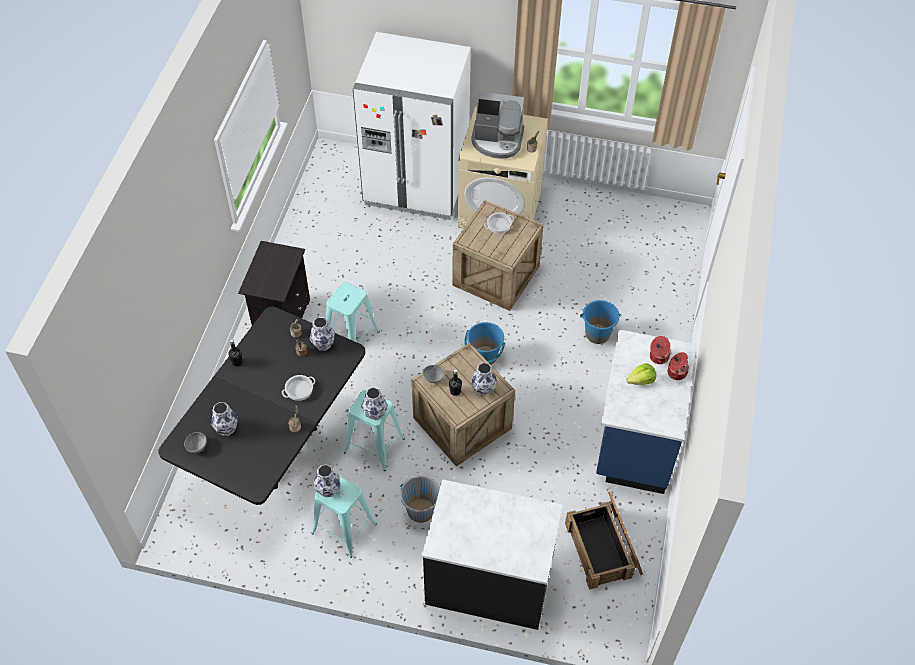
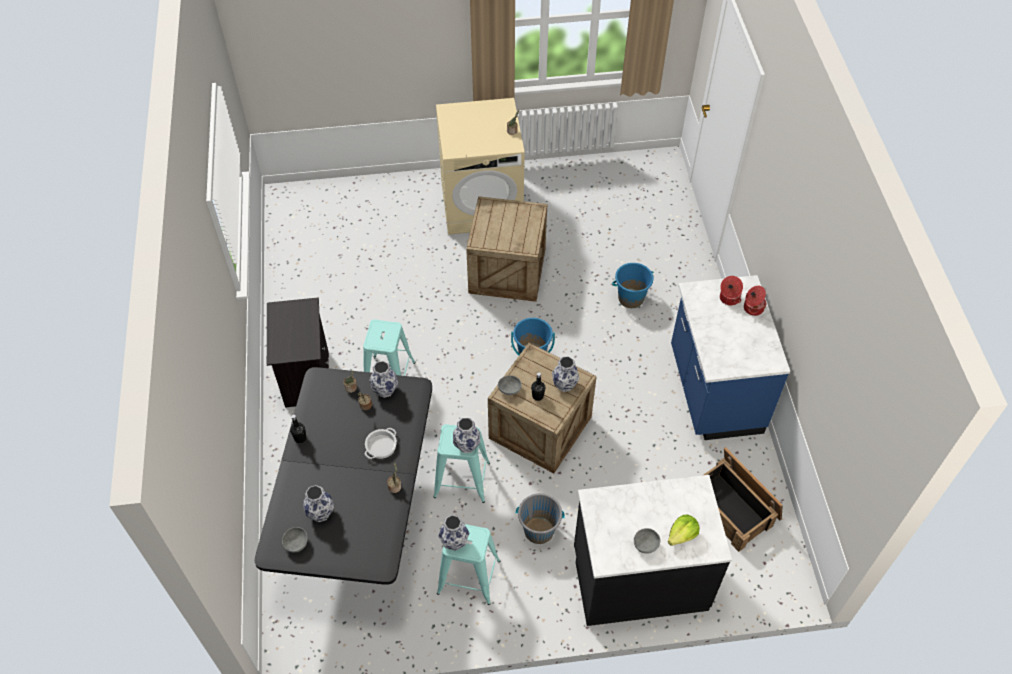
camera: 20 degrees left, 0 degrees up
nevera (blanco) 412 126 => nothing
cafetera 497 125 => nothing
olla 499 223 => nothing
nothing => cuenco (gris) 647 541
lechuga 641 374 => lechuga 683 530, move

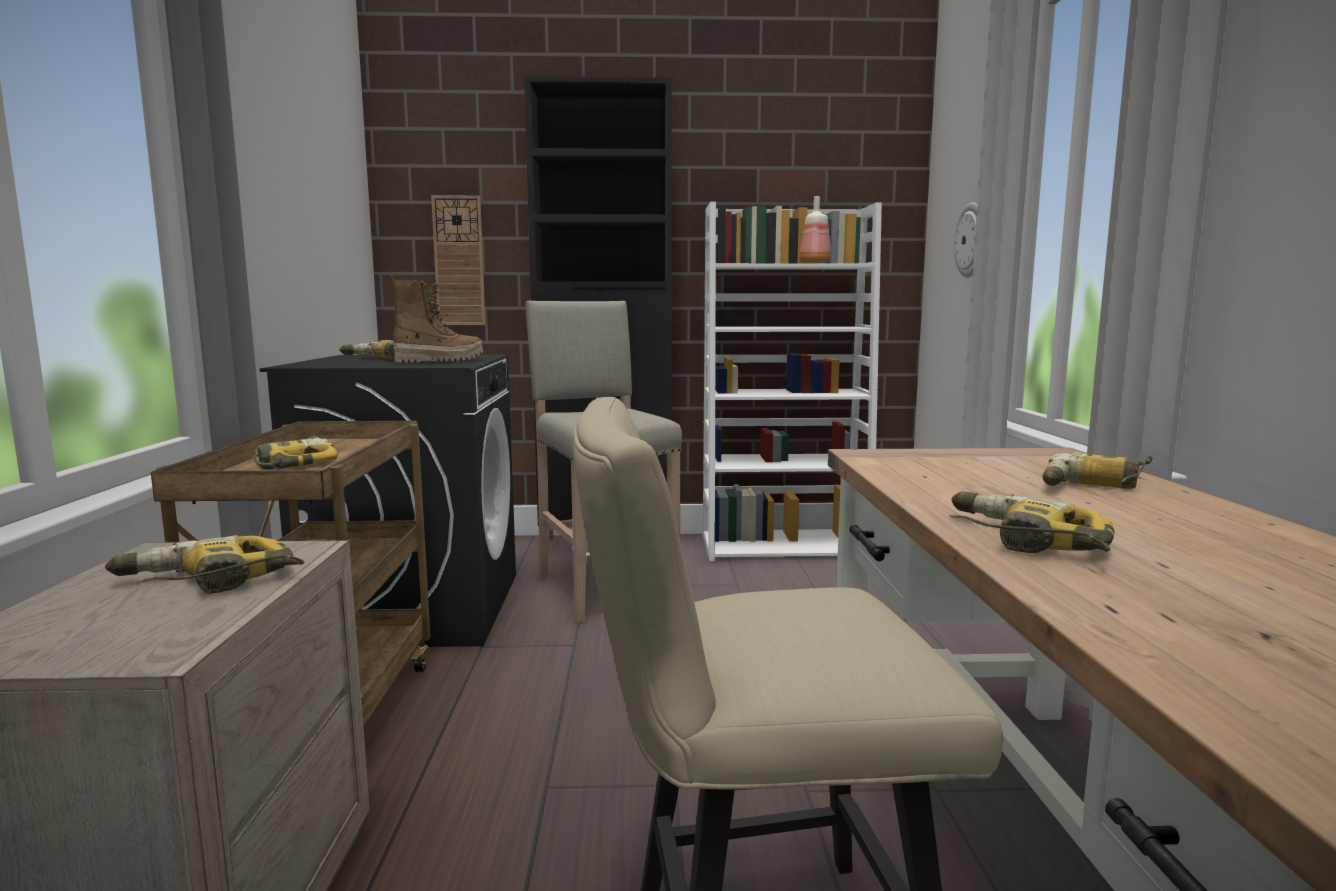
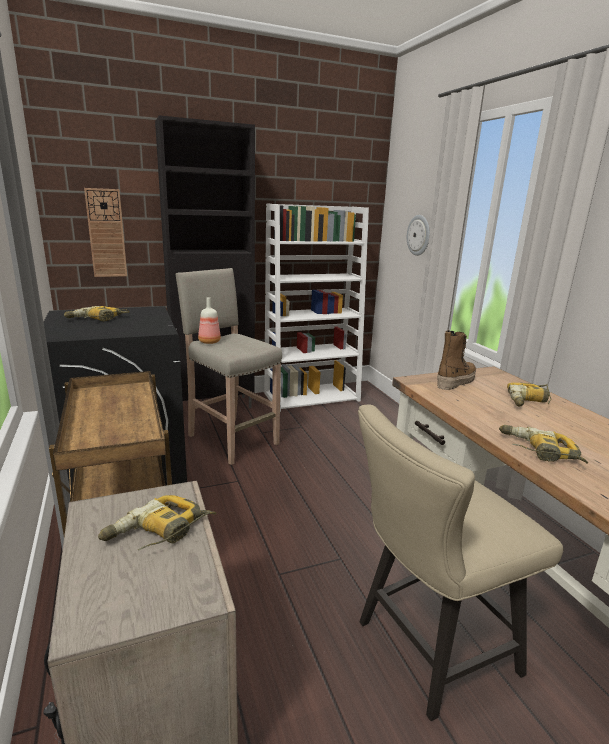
camera: 20 degrees left, 10 degrees up
taladro 296 453 => nothing
bota 437 318 => bota 456 360, move
botella 815 229 => botella 209 320, move

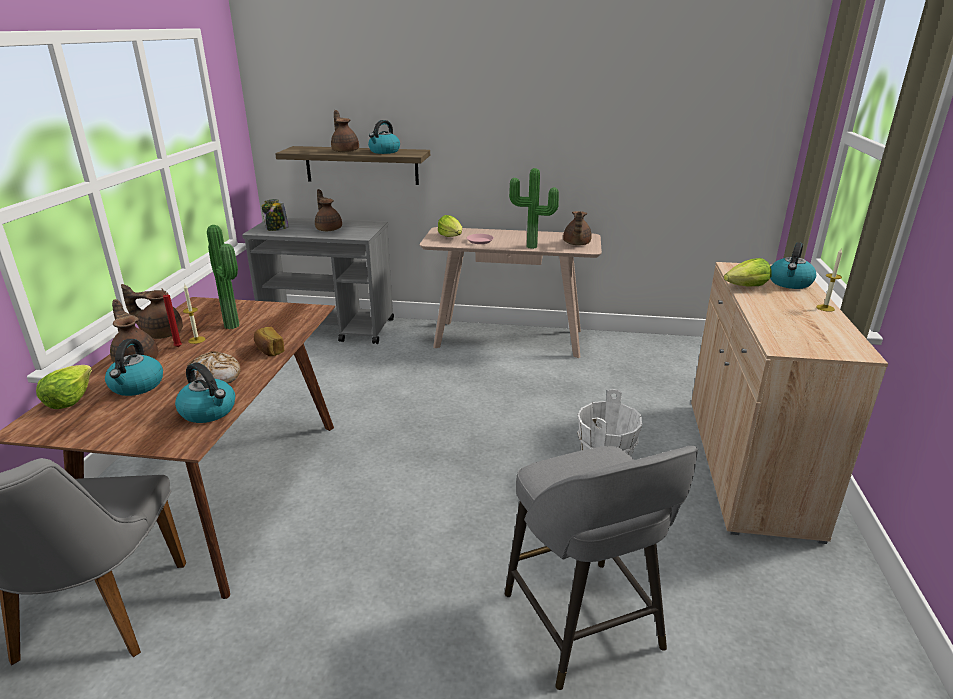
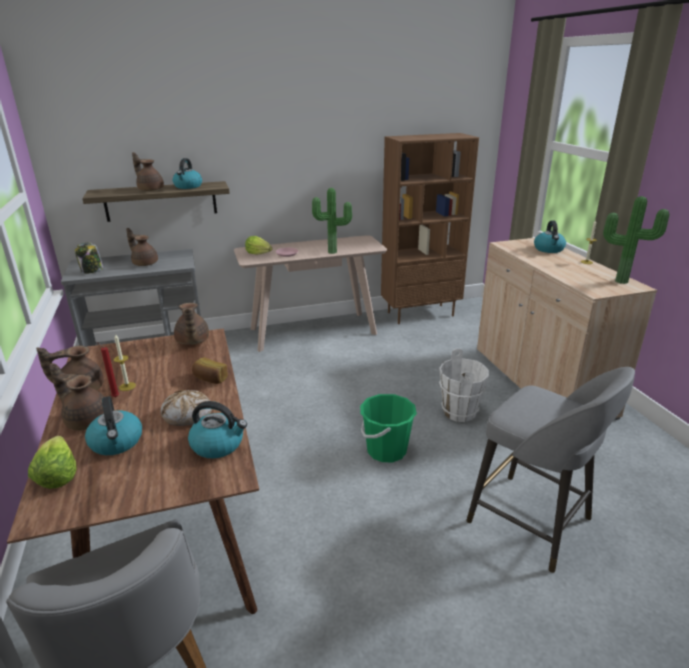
camera: 25 degrees left, 0 degrees up
lechuga 748 272 => nothing
nothing => cubo (verde) 388 428
nothing => estantería (marrón) 430 228
planta en maceta 223 277 => planta en maceta 636 240, move
tetera (marrón) 577 228 => tetera (marrón) 191 324, move

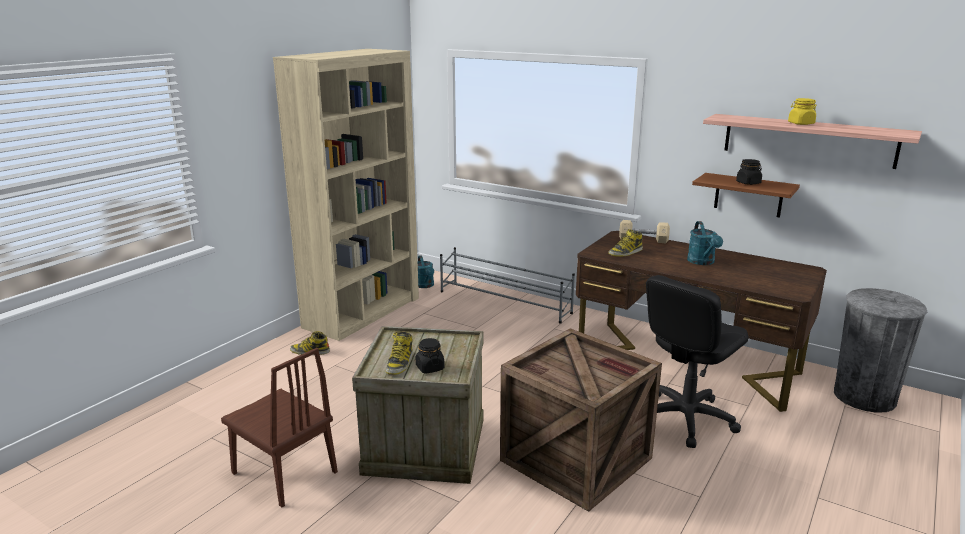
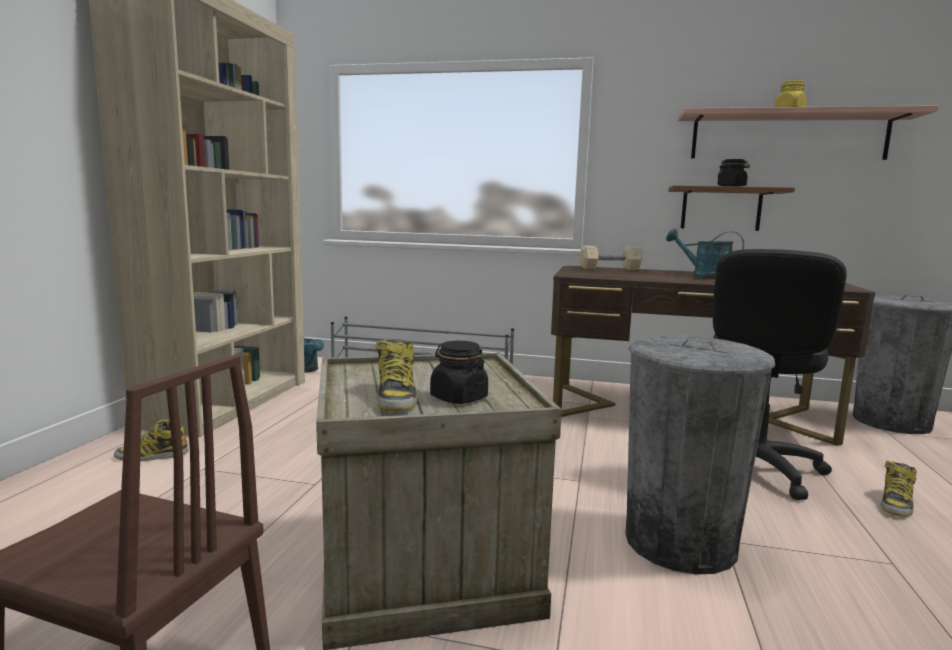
camera: 20 degrees left, 10 degrees down
bota 625 243 => bota 898 489, move
caja de embalaje 581 420 => papelera (gris) 700 454
regadera (turquesa) 705 243 => regadera (turquesa) 705 254, 150 degrees clockwise

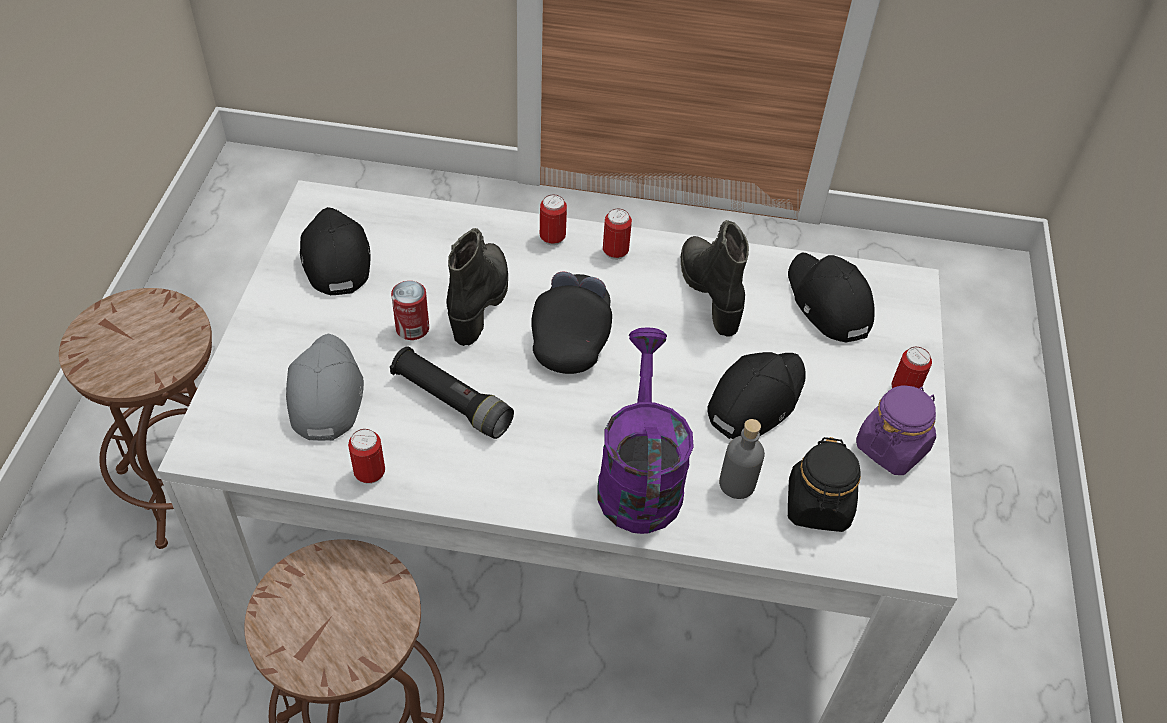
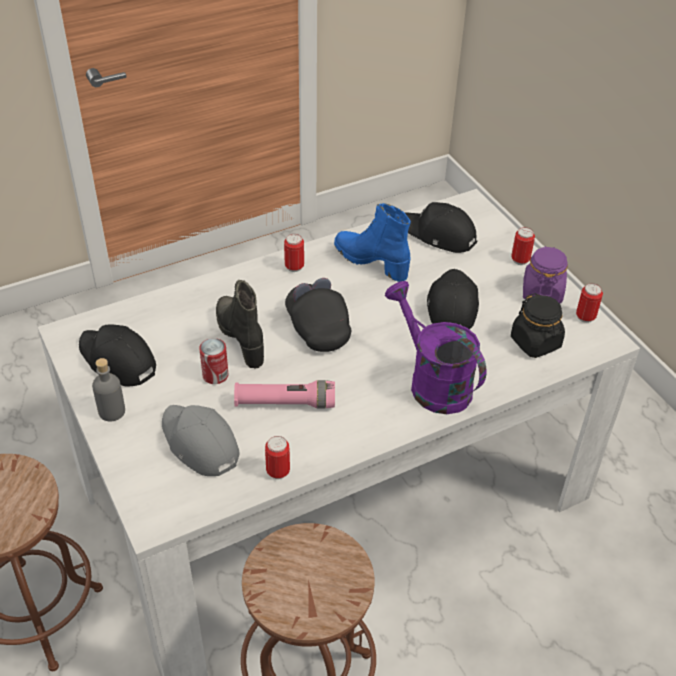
camera: 35 degrees left, 5 degrees down
lata 553 220 => lata 589 303, move
botella (gris) 742 459 => botella (gris) 108 390, move
linterna (negro) 452 392 => linterna (rosa) 284 394
bota (negro) 715 278 => bota (azul) 372 242

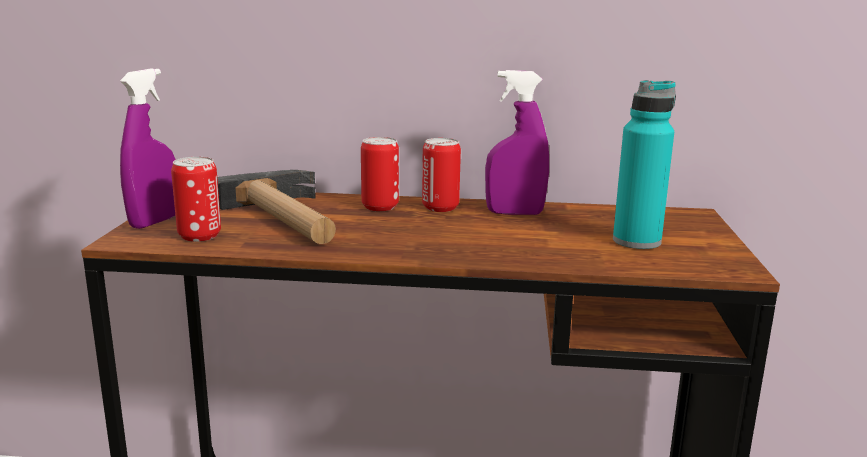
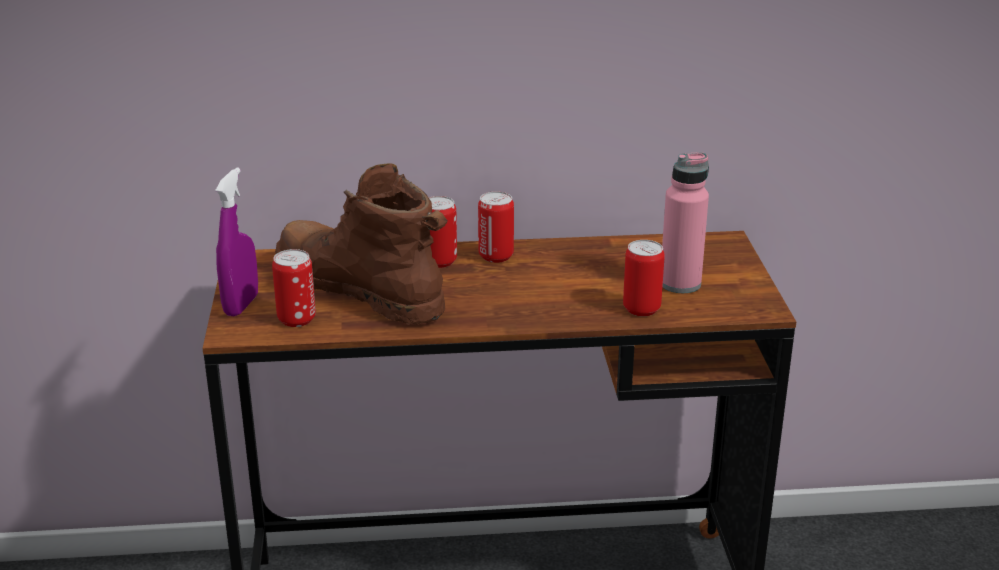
camera: 10 degrees left, 10 degrees up
pulverizador (morado) 517 142 => nothing
nothing => lata 644 278
martillo 276 207 => bota (marrón) 361 244
botella (turquesa) 644 164 => botella (rosa) 685 222

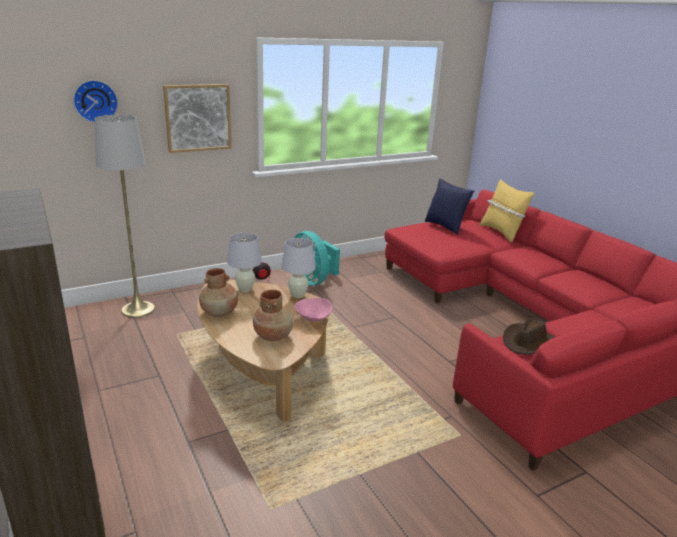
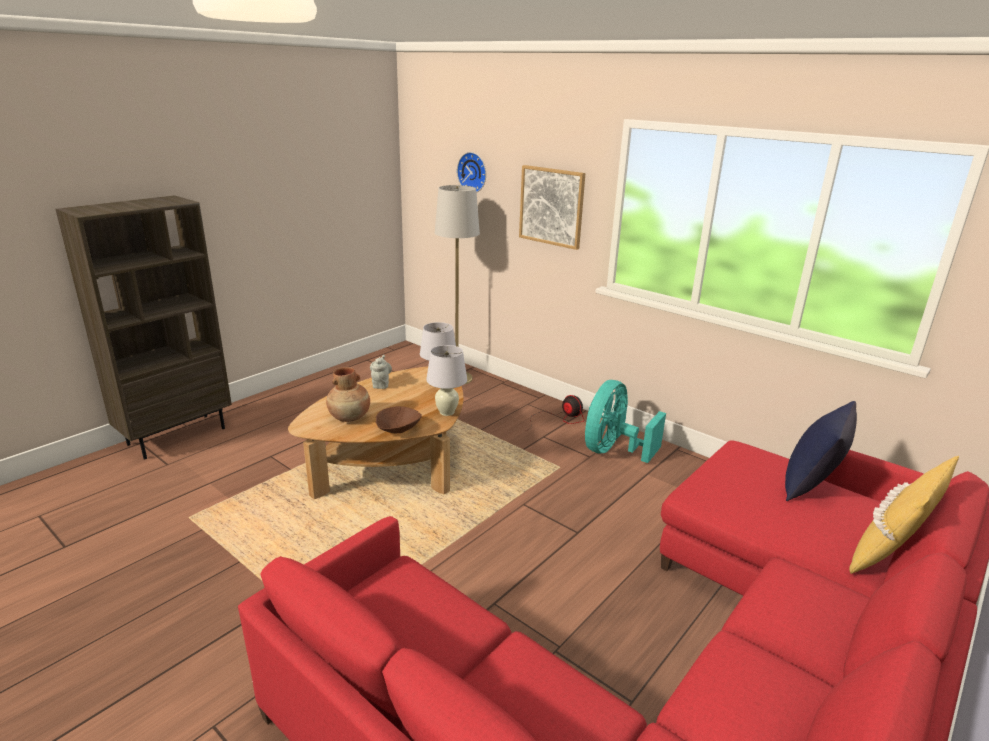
camera: 70 degrees right, 0 degrees up
sombrero (marrón) 529 336 => nothing
florero (marrón) 218 292 => tetera (gris) 381 372
cuenco (rosa) 313 310 => cuenco (marrón) 399 419

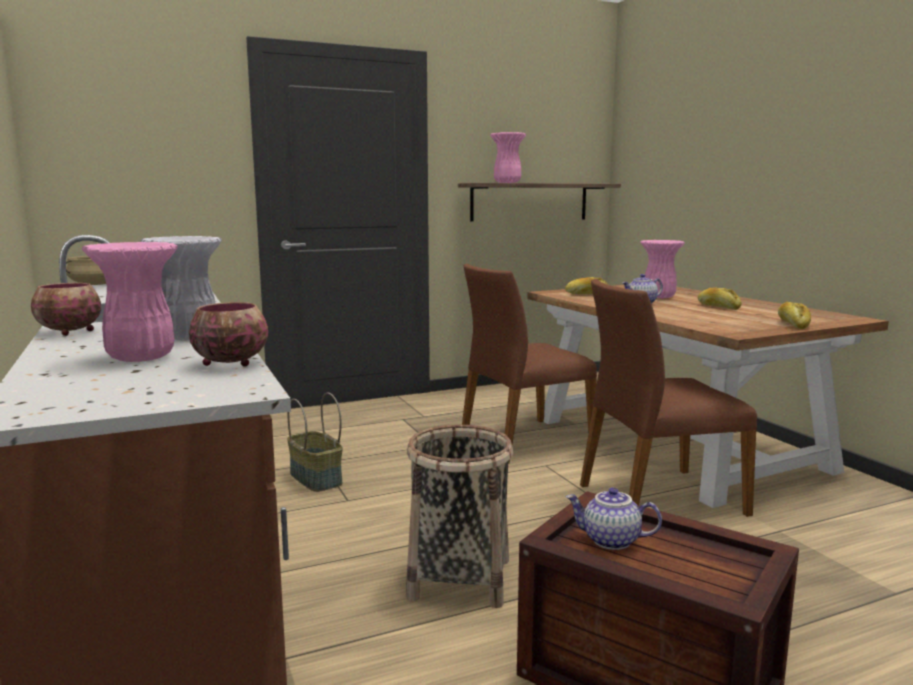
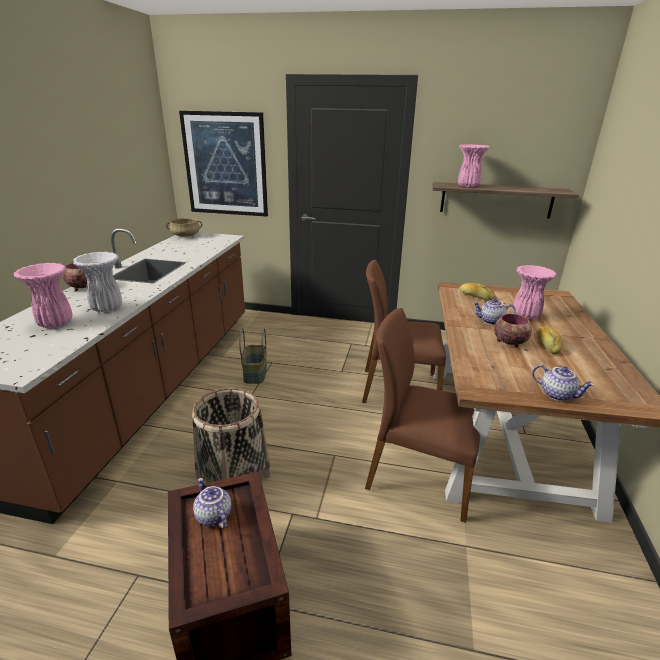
camera: 35 degrees right, 15 degrees up
nothing => cuadro 223 164
cuenco 228 334 => cuenco 513 331, move
pan 794 315 => tetera 563 383

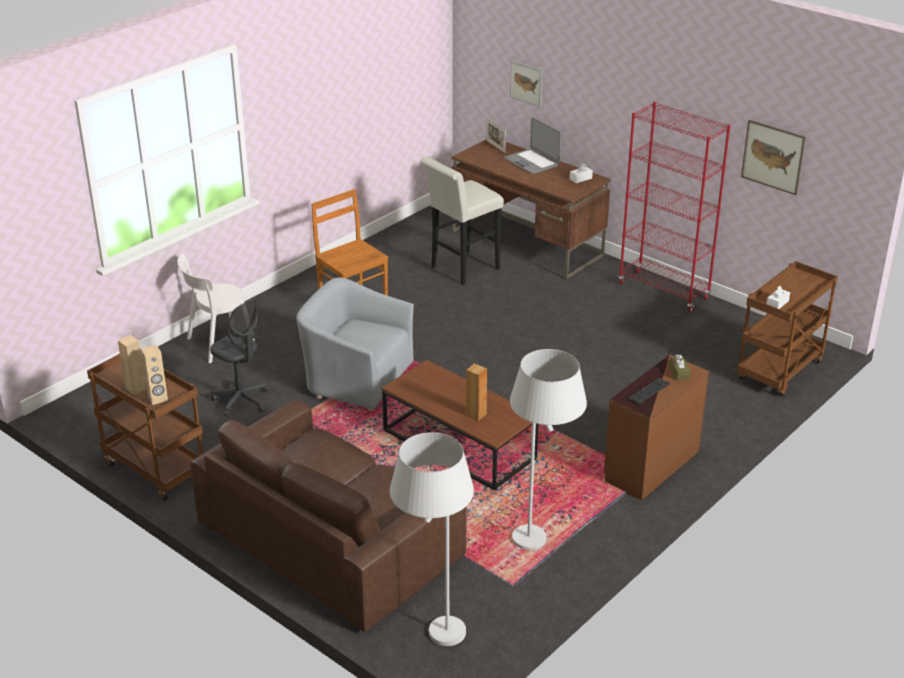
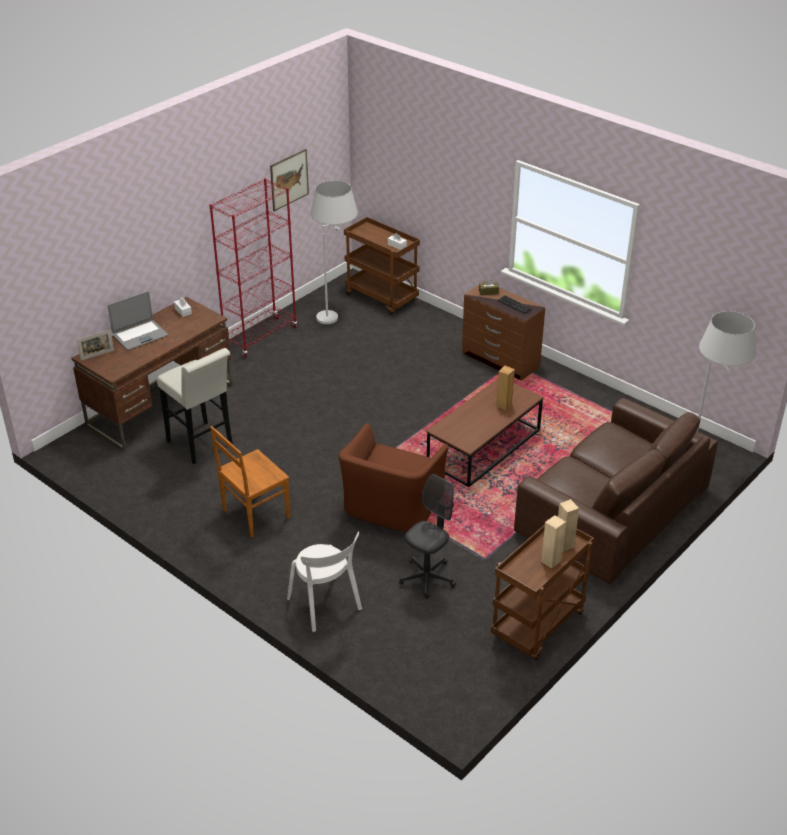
camera: 90 degrees left, 5 degrees up
cuadro 526 84 => nothing
lámpara de pie (blanco) 548 449 => lámpara de pie (blanco) 334 252, move
sillón (gris) 355 344 => sillón (marrón) 394 477

